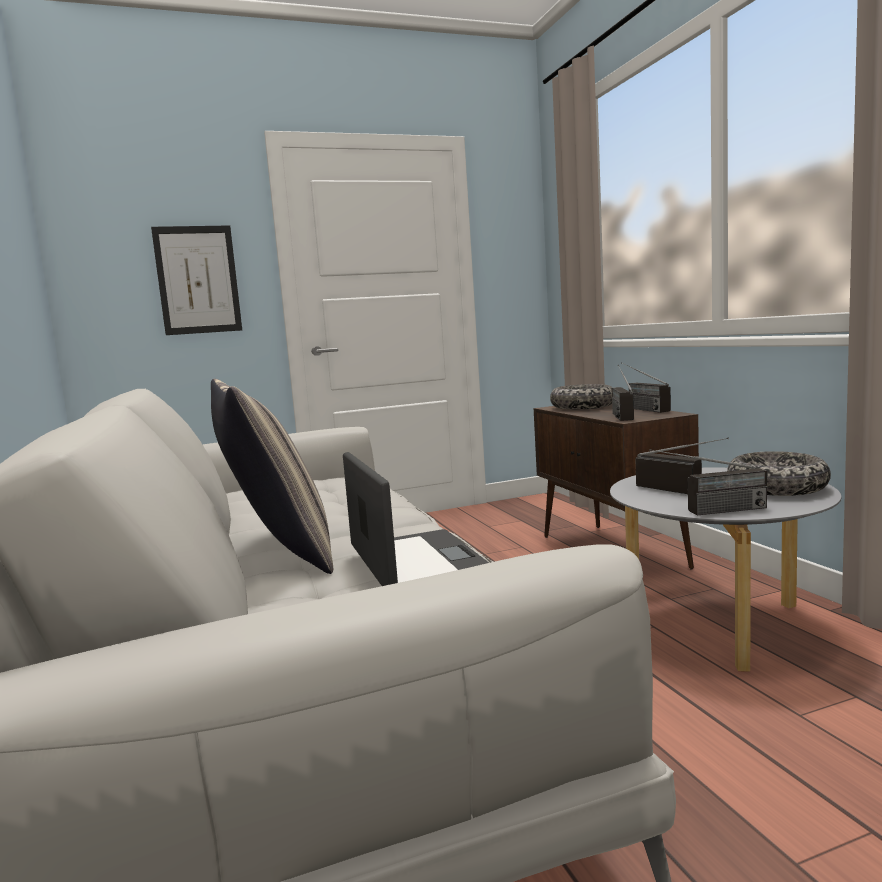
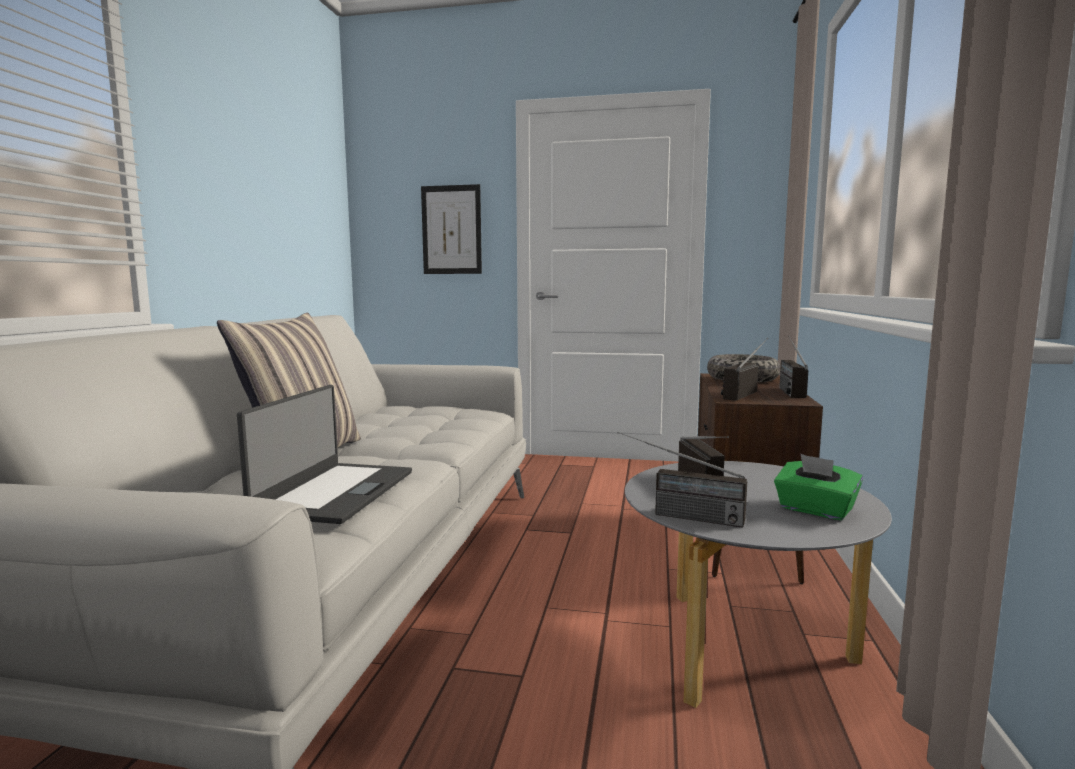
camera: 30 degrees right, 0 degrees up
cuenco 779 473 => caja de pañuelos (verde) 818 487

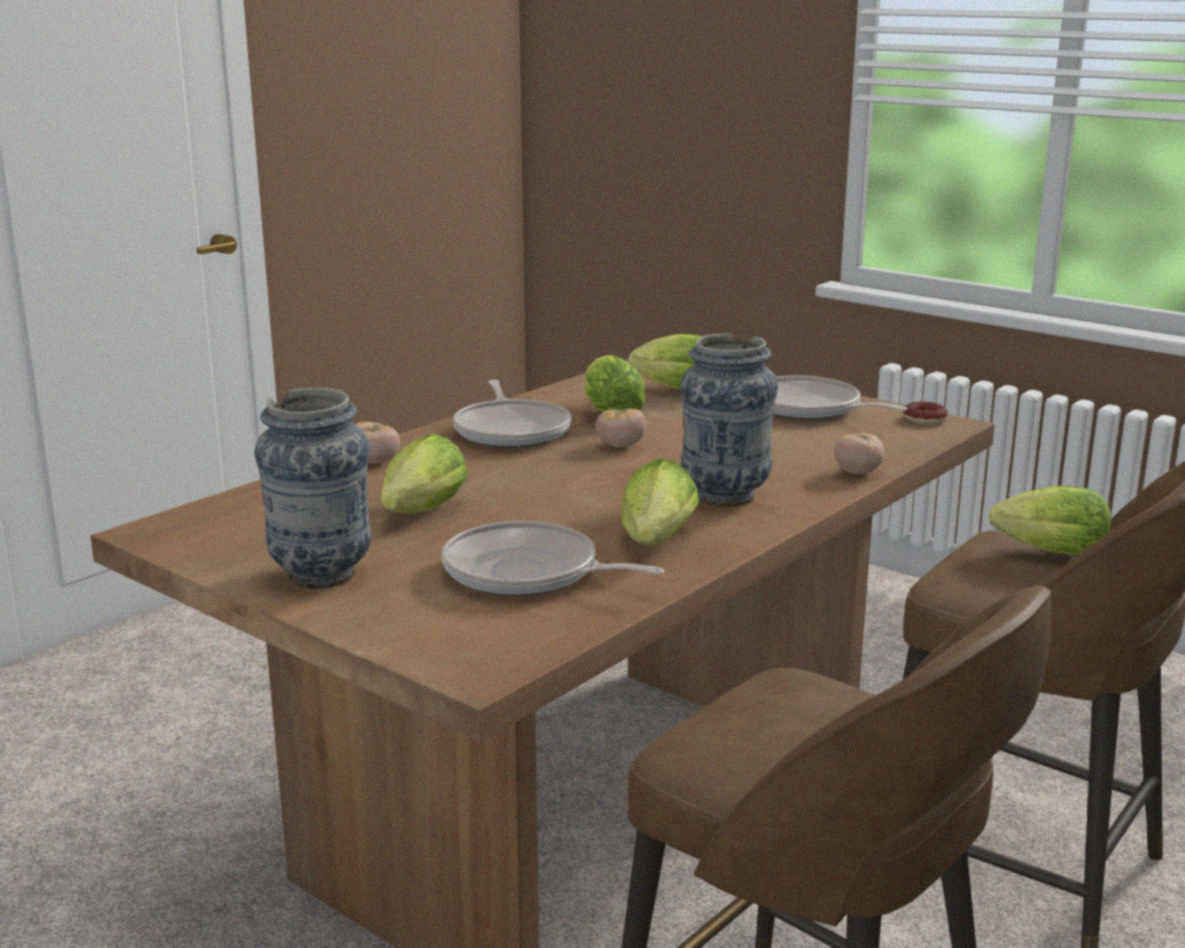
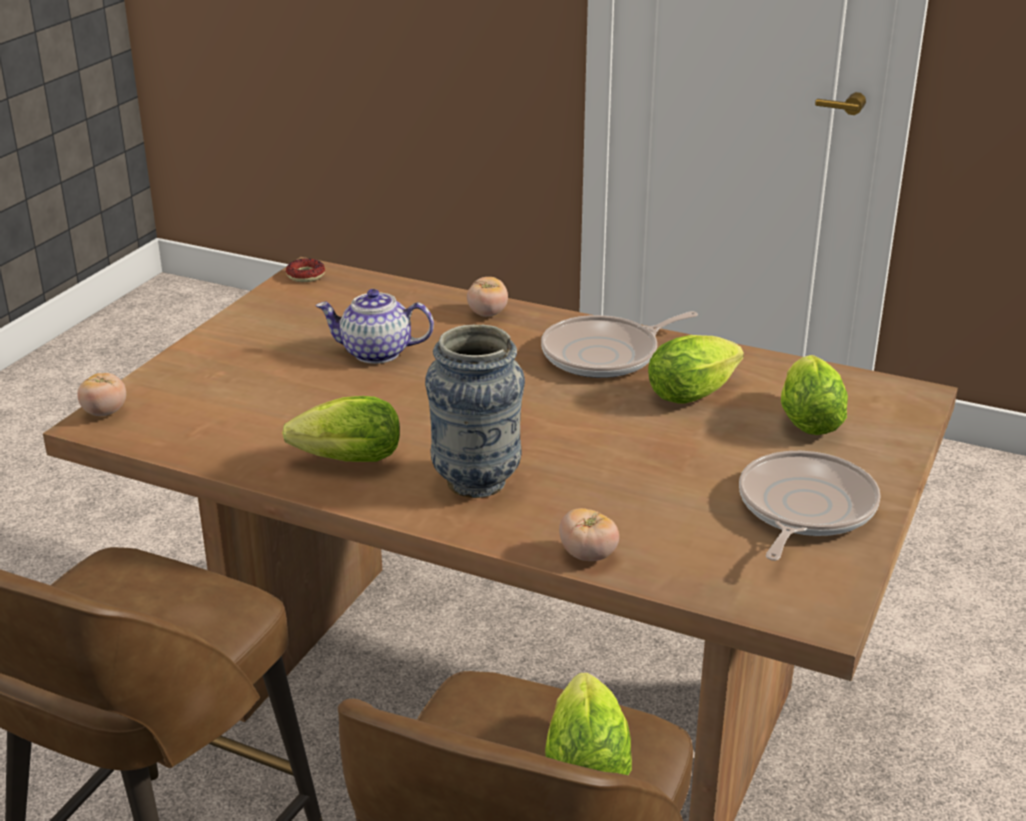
camera: 75 degrees right, 10 degrees up
florero 313 488 => nothing
sartén 553 558 => nothing
tomate 621 427 => tomate 101 394, move
rosquilla 926 413 => rosquilla 305 270, move
lechuga 424 473 => tetera 375 326

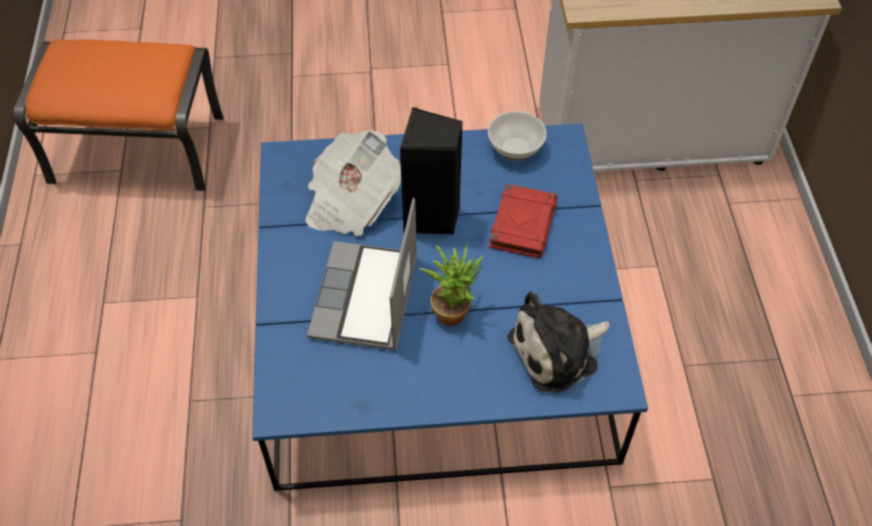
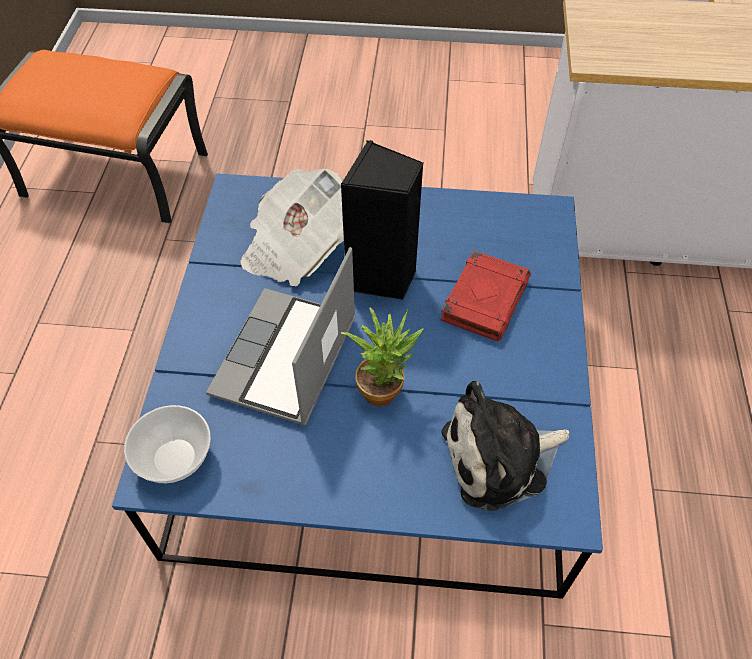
camera: 10 degrees right, 0 degrees up
cuenco 517 136 => cuenco 167 444, move

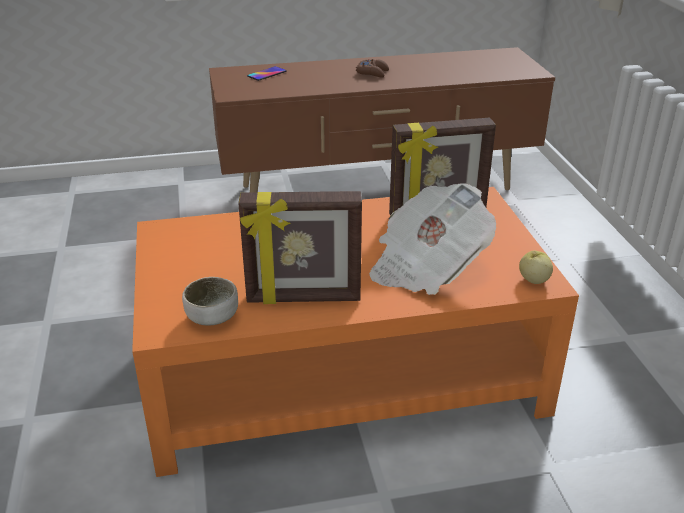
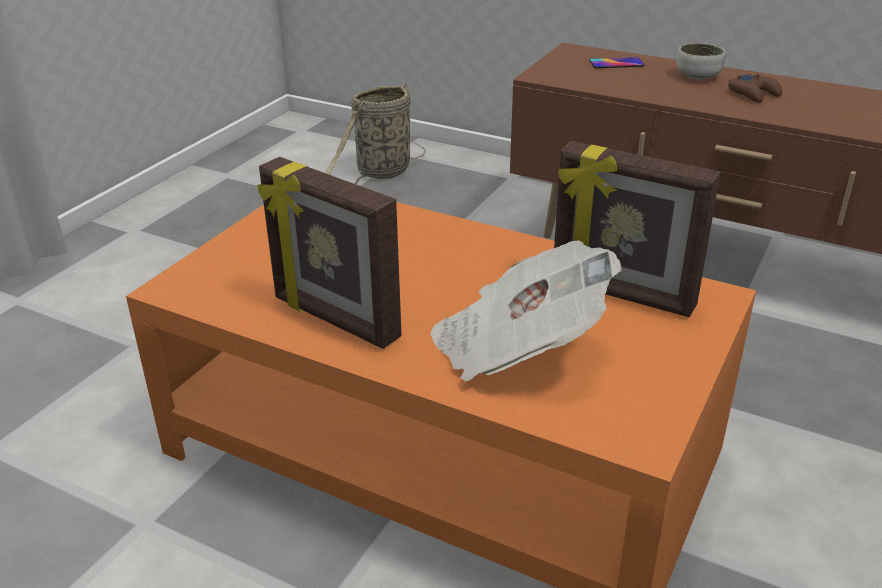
camera: 40 degrees right, 0 degrees up
manzana 536 267 => nothing
nothing => cesta 375 134
cuenco 210 301 => cuenco 701 61, move

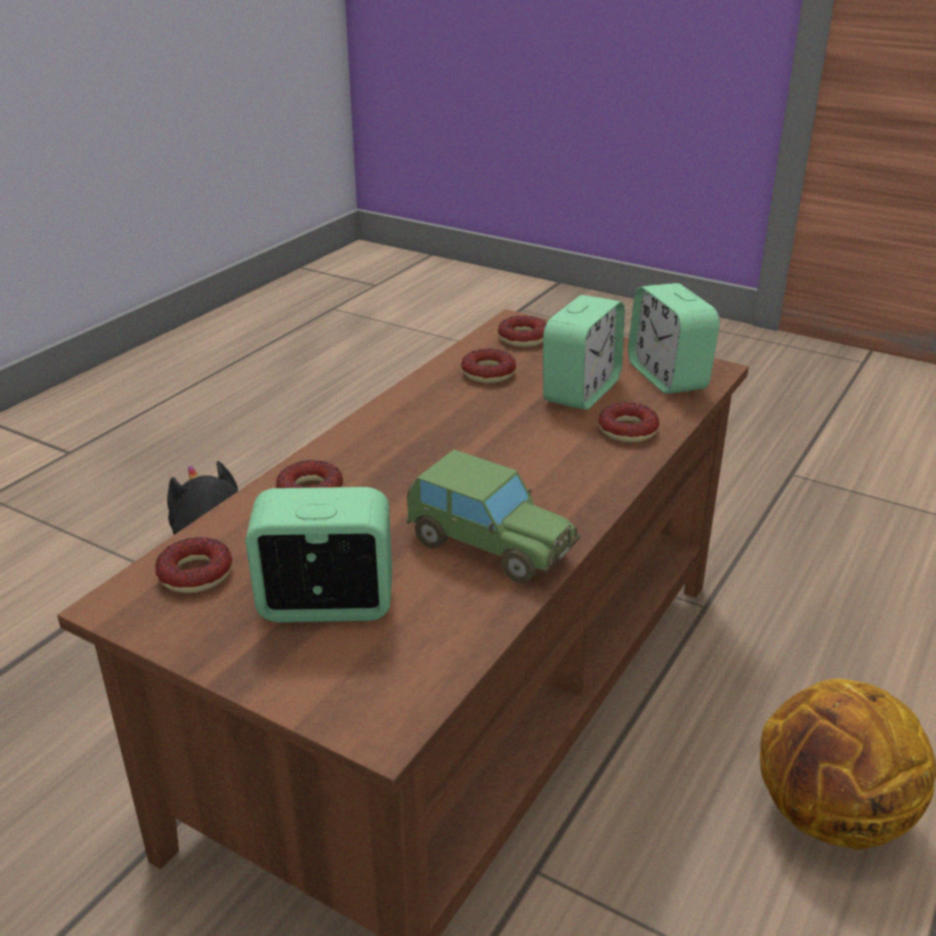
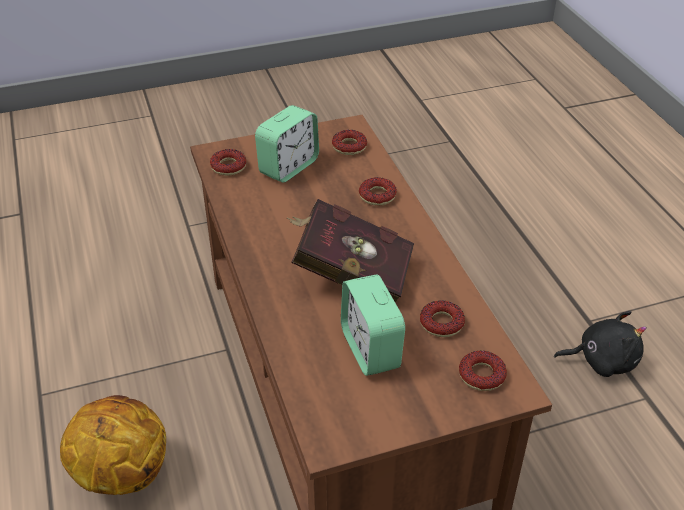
camera: 130 degrees right, 10 degrees up
coche de juguete 493 516 => nothing
despertador 674 338 => nothing
nothing => libro (rojo) 350 251
rosquilla 628 422 => rosquilla 228 162, move

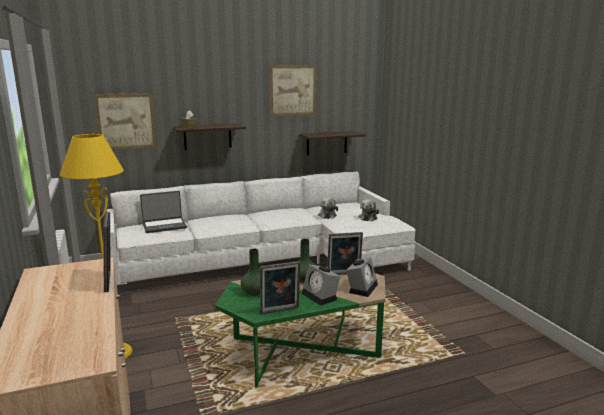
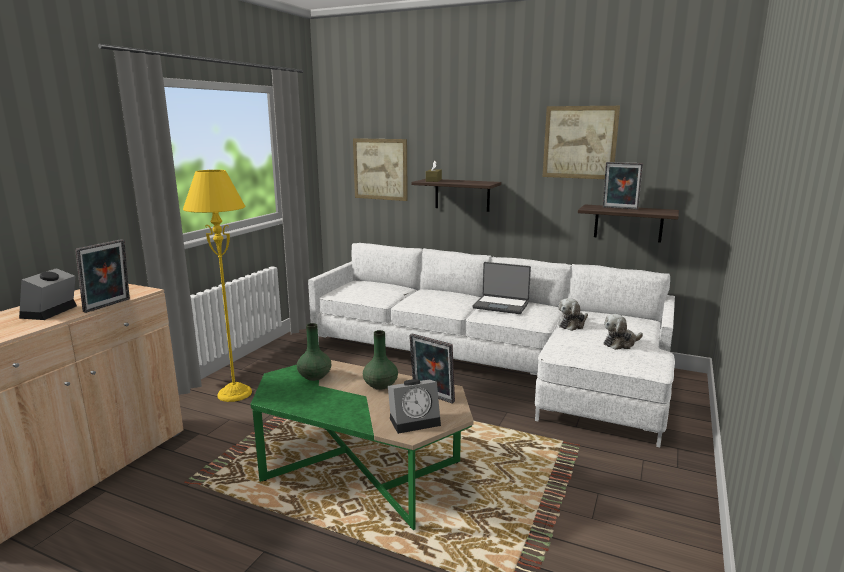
camera: 45 degrees right, 0 degrees up
portátil 163 212 => portátil 502 288, move
portarretratos 280 287 => portarretratos 623 186, move
despertador 321 285 => despertador 48 294, move

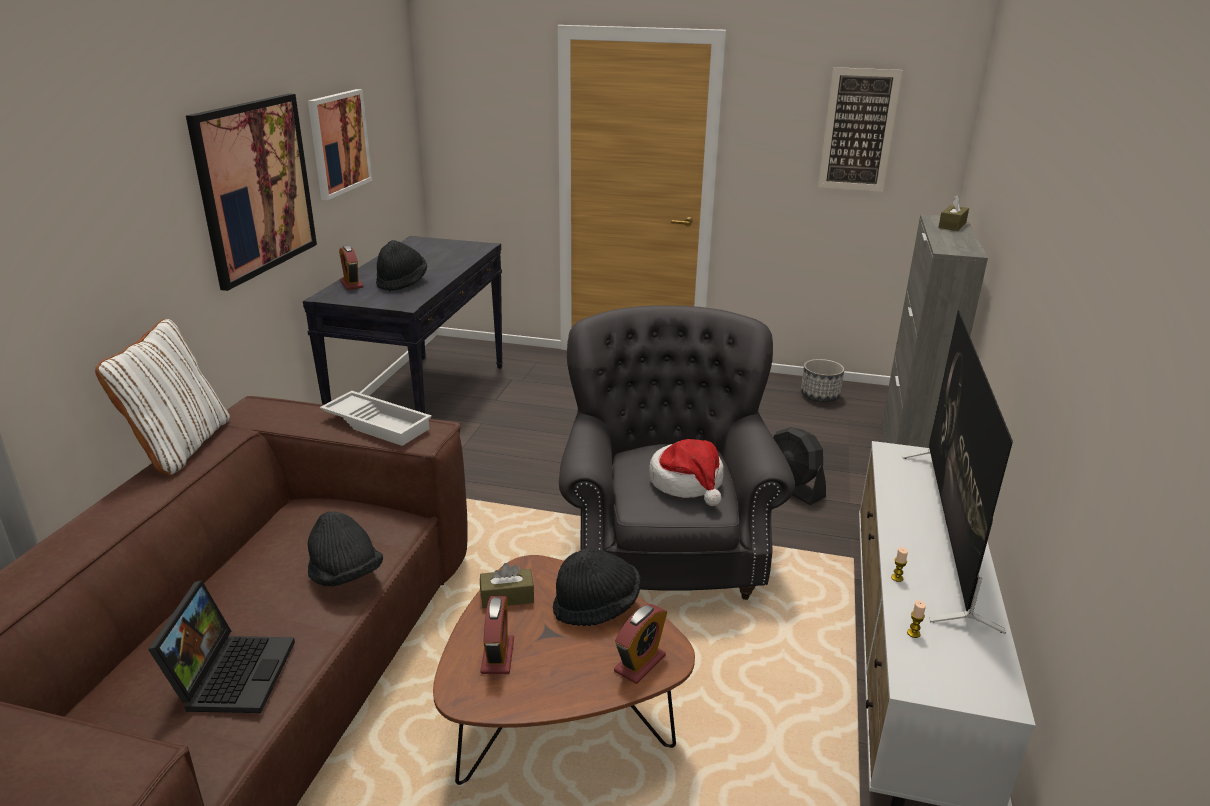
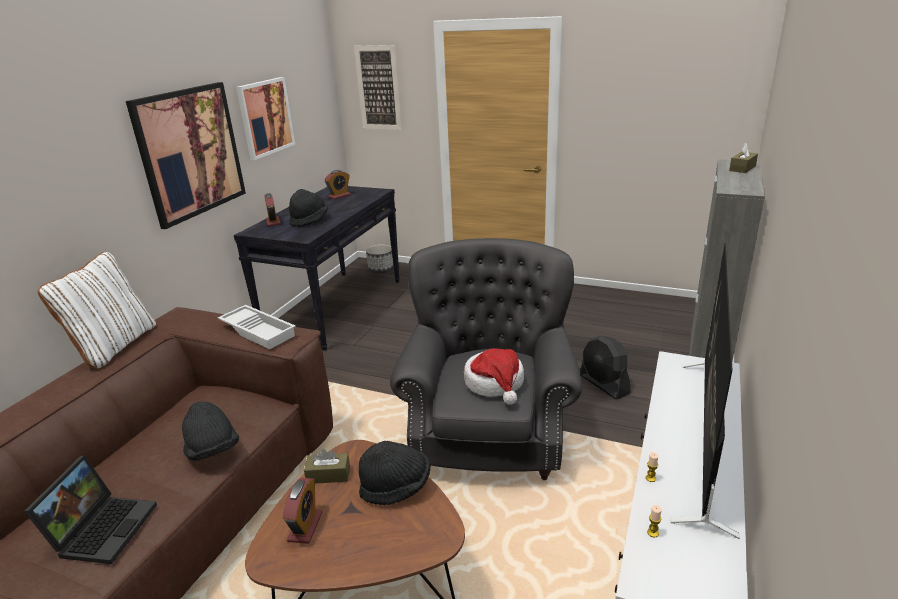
camera: 10 degrees right, 0 degrees up
despertador 640 644 => despertador 337 184, move
maceta 822 380 => maceta 380 258, move
cuadro 860 129 => cuadro 378 87, move

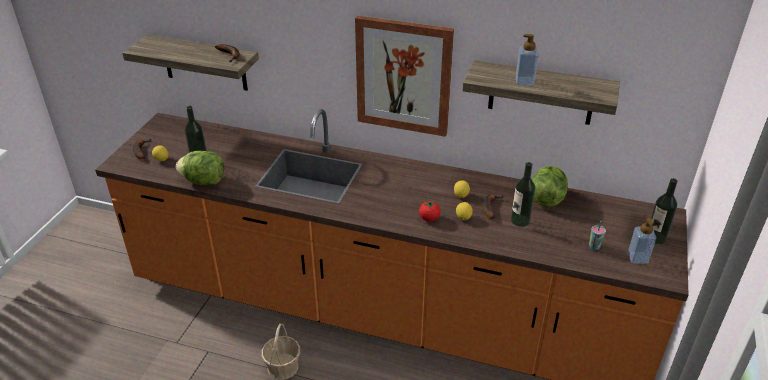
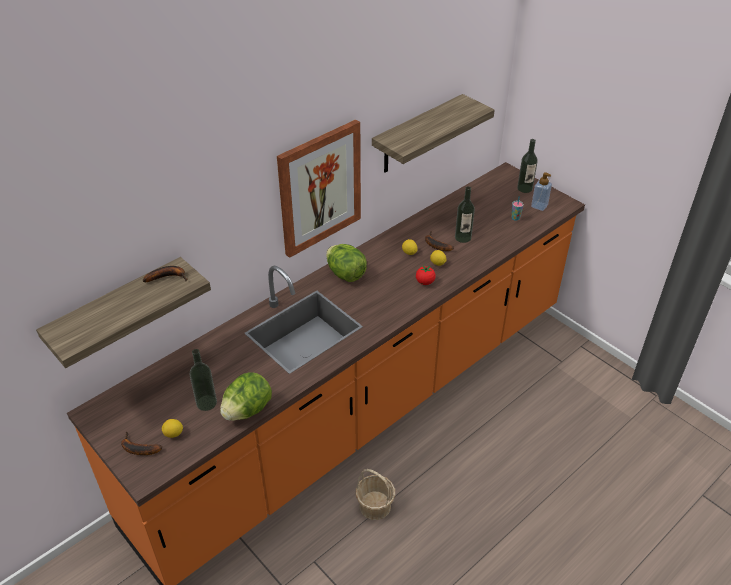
camera: 60 degrees left, 5 degrees up
dispensador de jabón 527 59 => nothing
lechuga 550 186 => lechuga 346 263, move

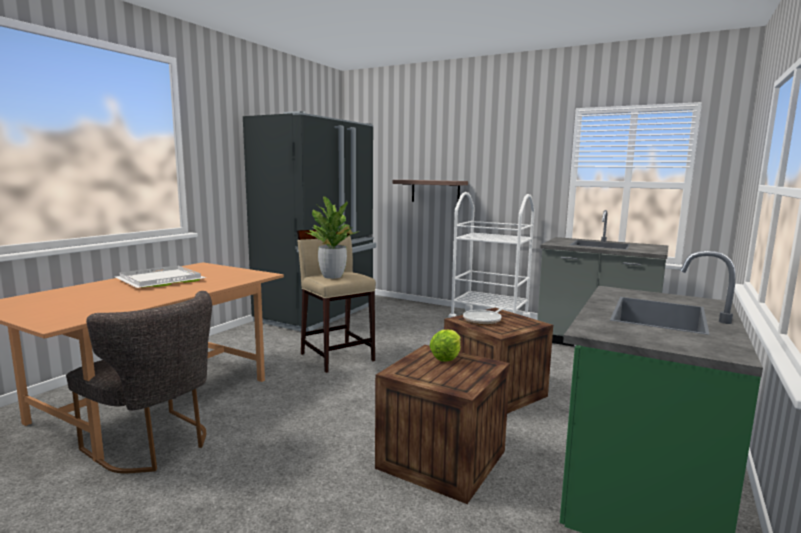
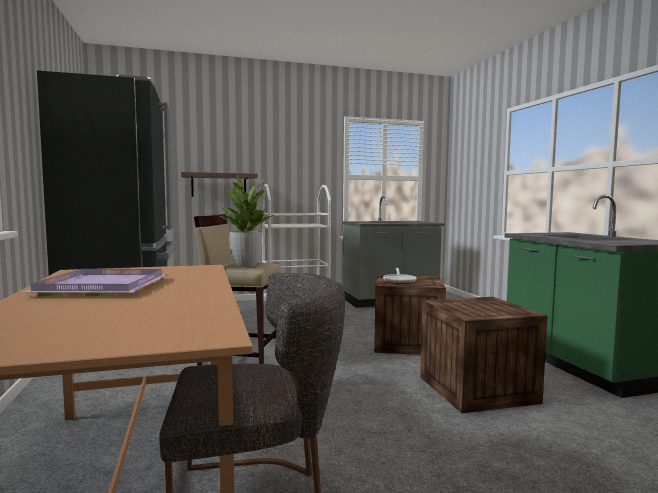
camera: 45 degrees left, 5 degrees down
lechuga 445 346 => nothing
bandeja (blanco) 161 276 => bandeja (morado) 95 282

